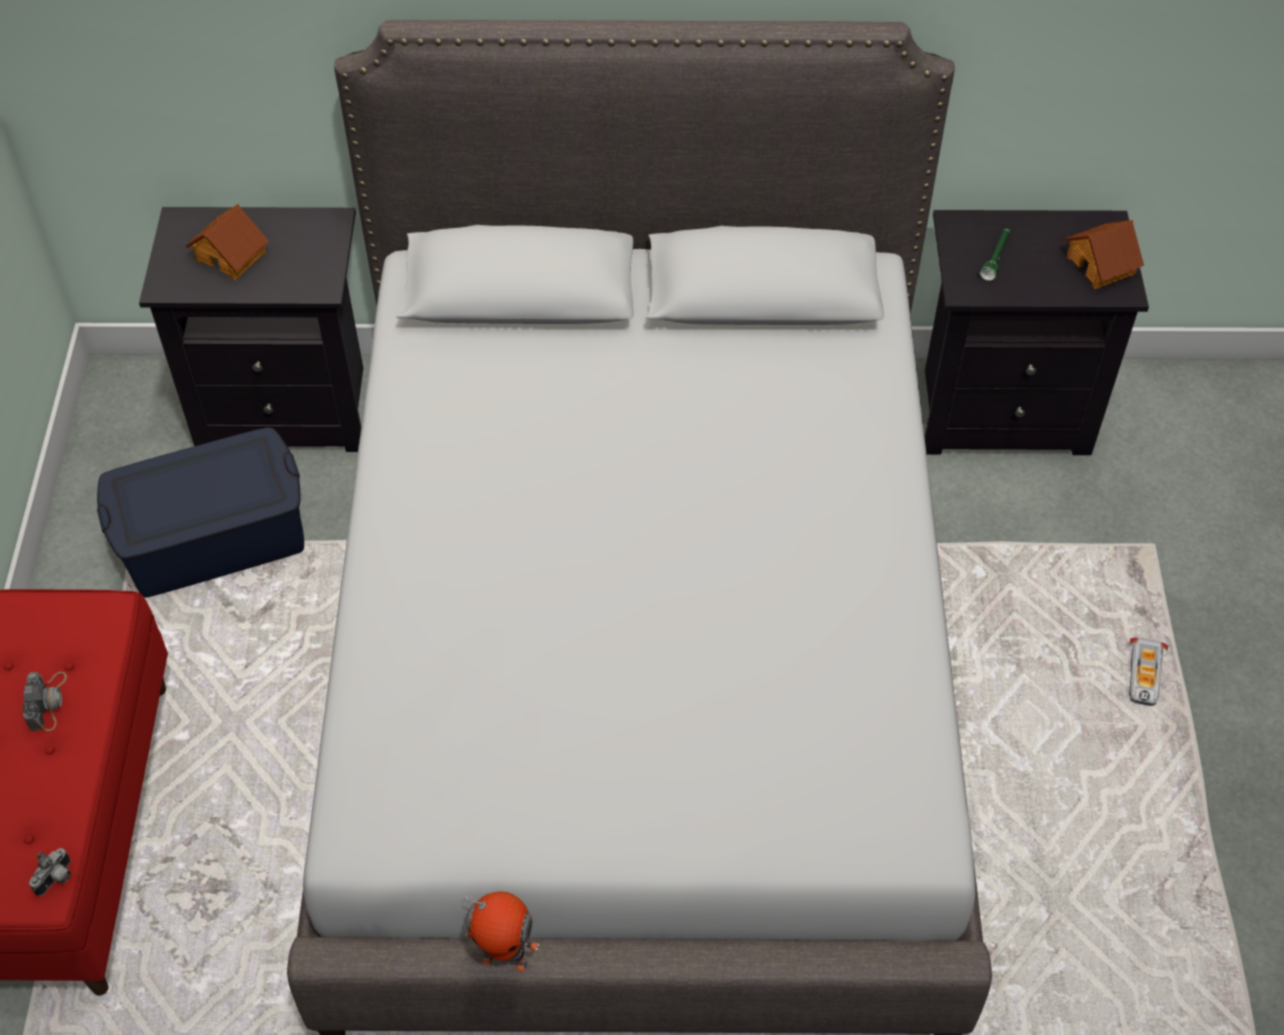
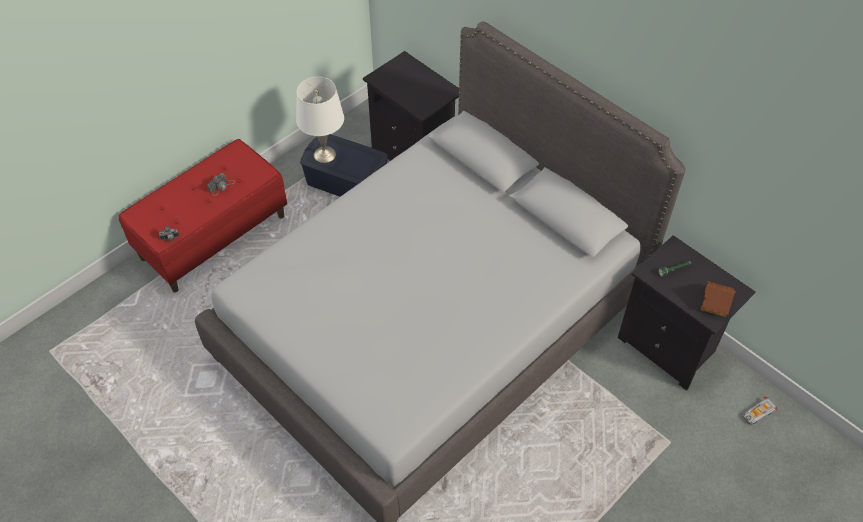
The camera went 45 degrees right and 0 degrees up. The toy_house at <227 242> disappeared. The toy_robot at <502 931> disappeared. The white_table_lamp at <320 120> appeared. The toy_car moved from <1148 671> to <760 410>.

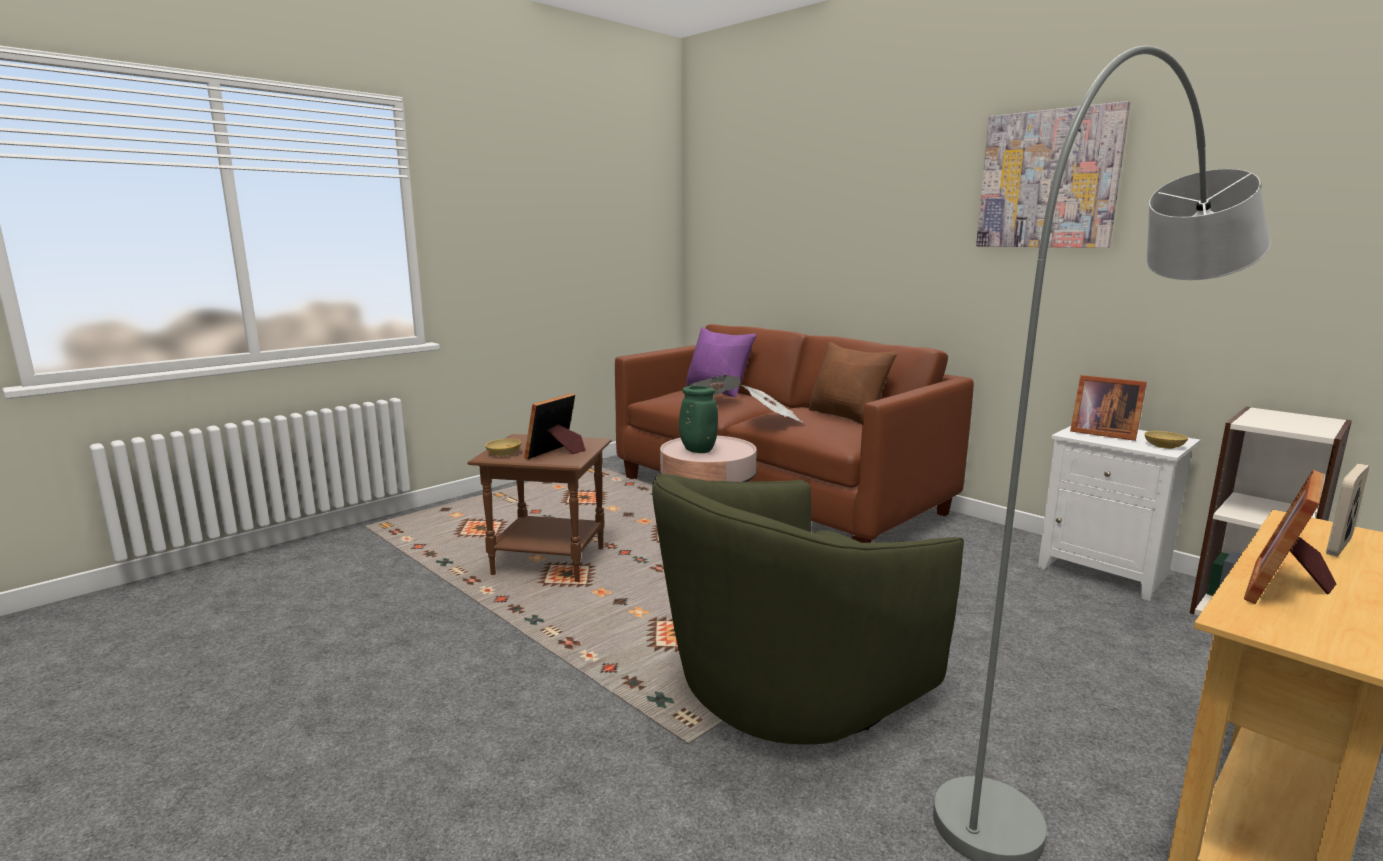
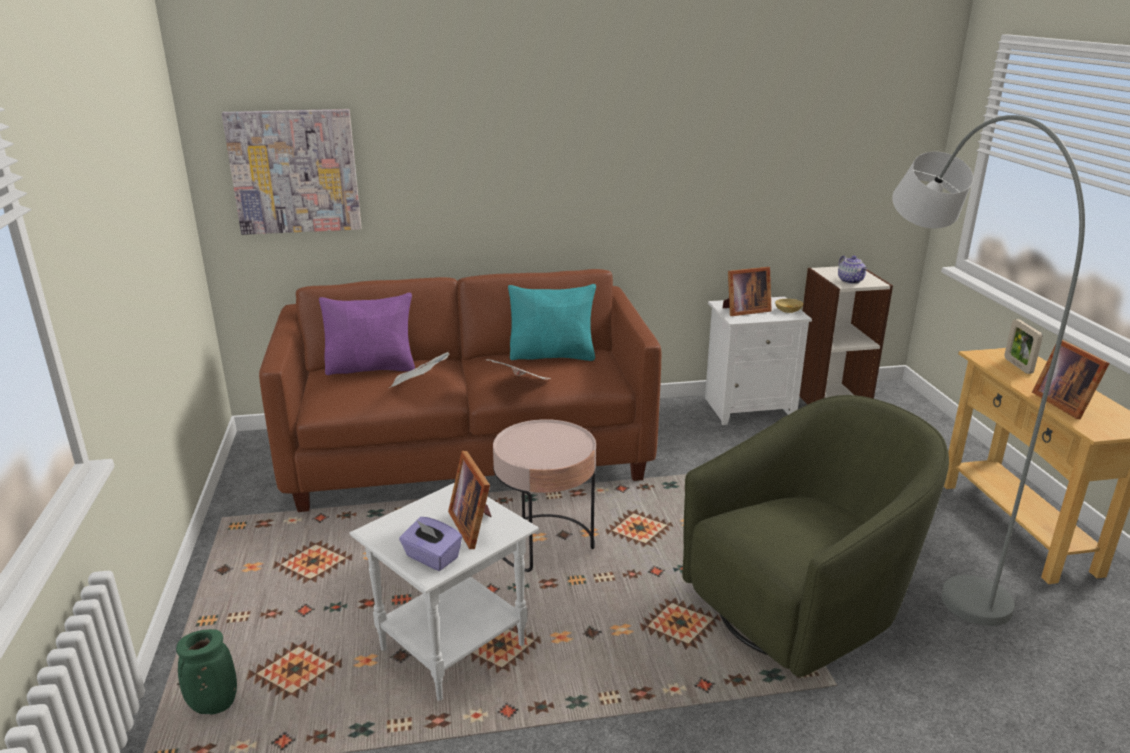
The camera went 55 degrees left and 10 degrees up. The teapot at <852 270> appeared. The green_vase moved from <698 419> to <206 671>. The picture moved from <1053 174> to <292 172>. The beige_bowl at <503 447> was replaced by the purple_tissue_box at <430 544>. The brown_side_table at <539 508> became the white_side_table at <444 592>. The brown_pillow at <853 383> became the turquoise_pillow at <552 322>. The green_armchair at <808 609> turned 120 degrees counterclockwise.

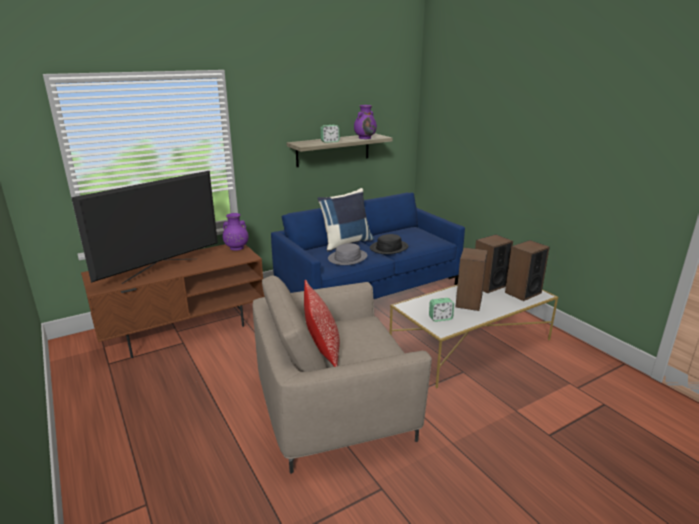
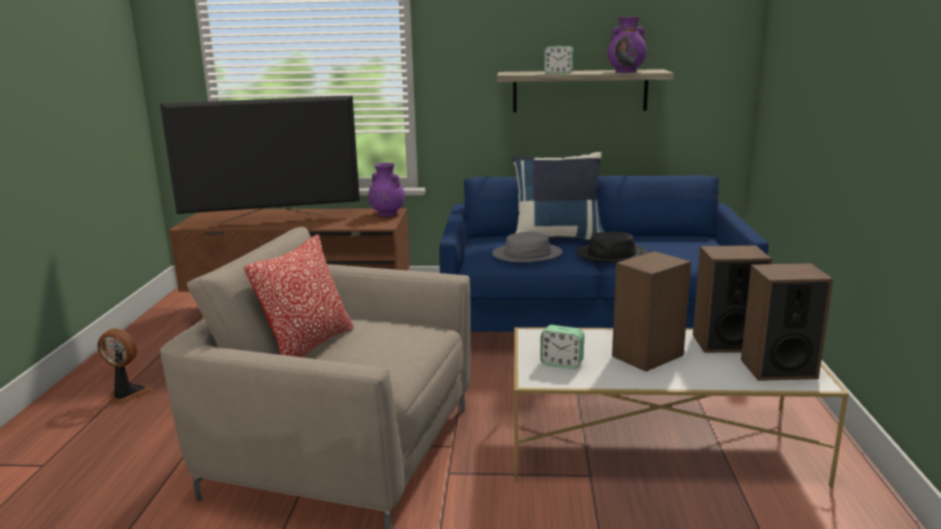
The camera went 35 degrees right and 5 degrees down. The fan at <125 366> appeared.

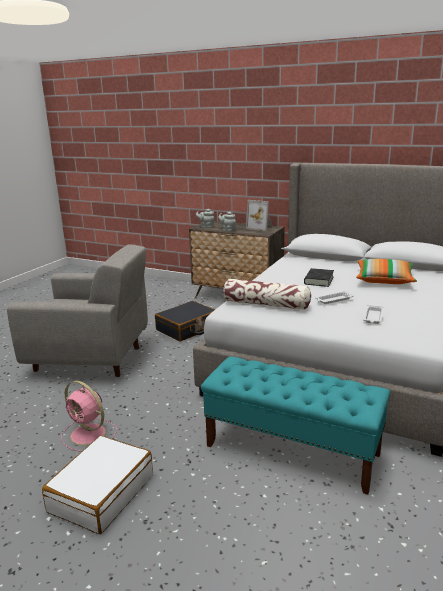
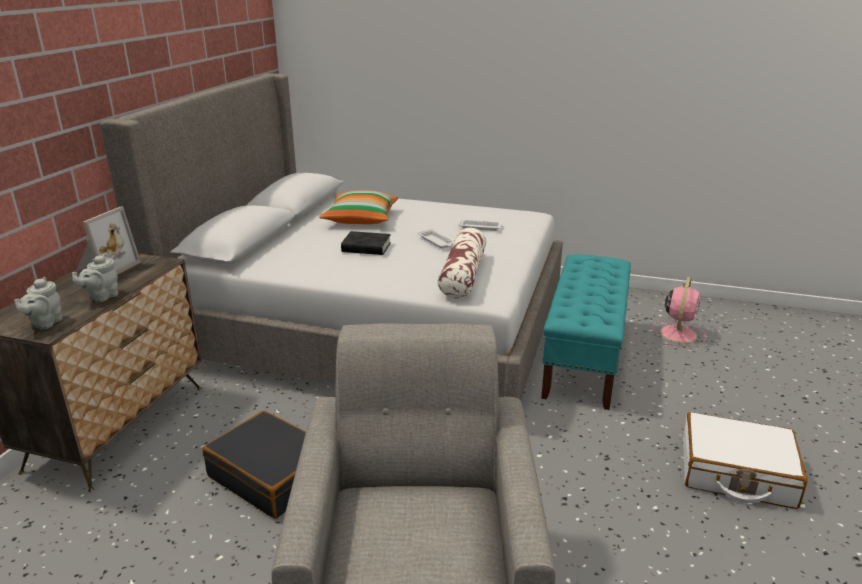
The camera went 100 degrees left and 5 degrees up. The pink_fan moved from <89 416> to <679 312>.

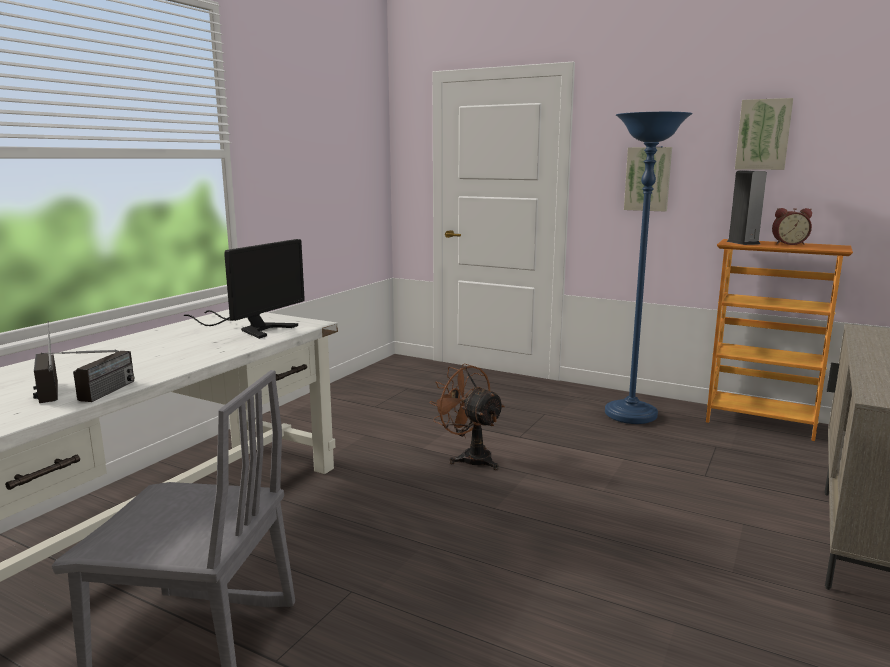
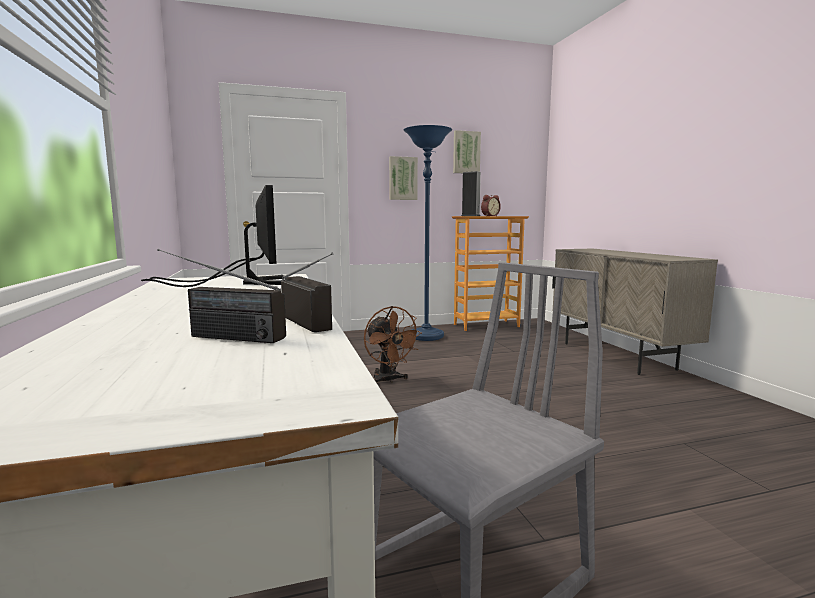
The camera went 45 degrees left and 5 degrees down. The brown_fan at <467 416> turned 120 degrees counterclockwise.

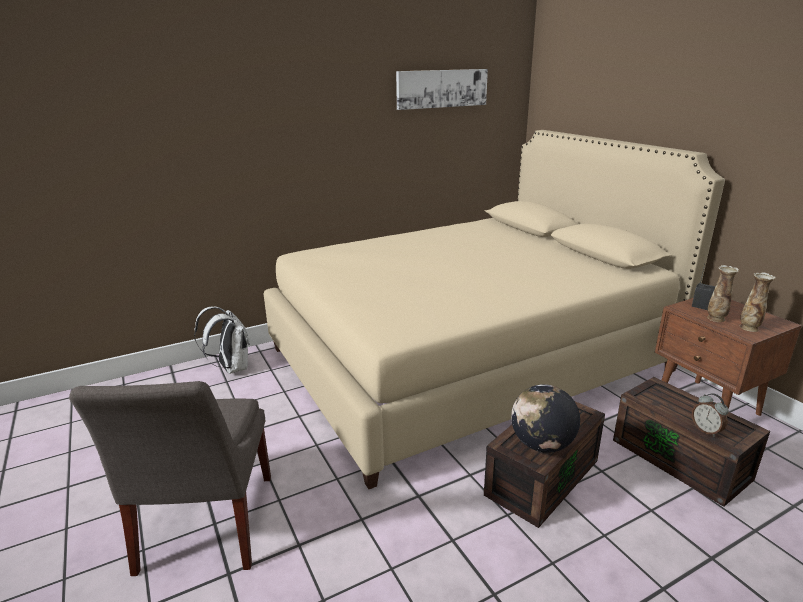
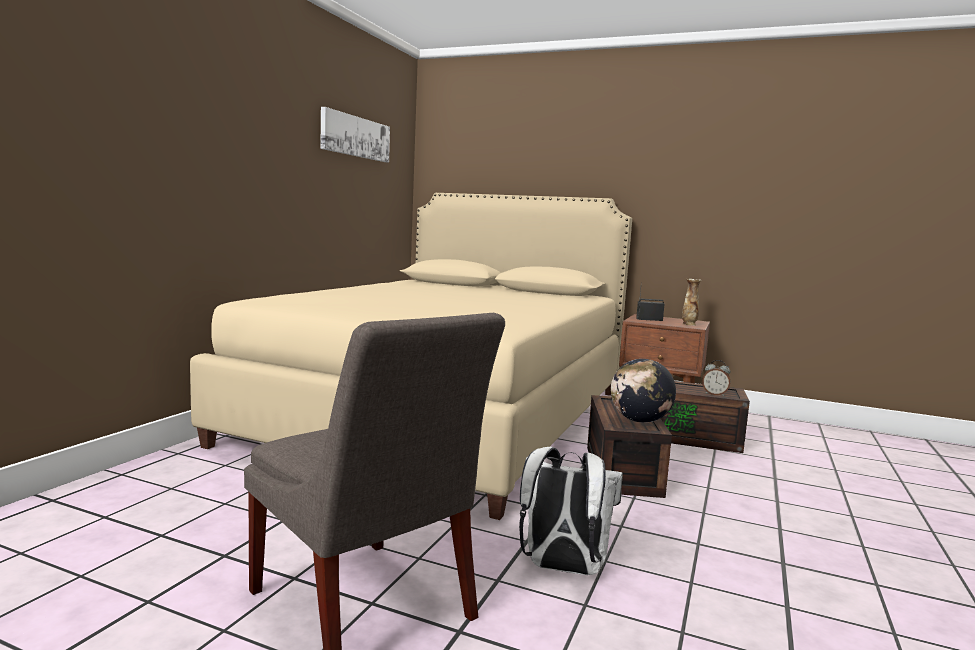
The camera went 40 degrees left and 15 degrees down. The vase at <723 293> disappeared. The white_backpack moved from <222 340> to <571 511>.

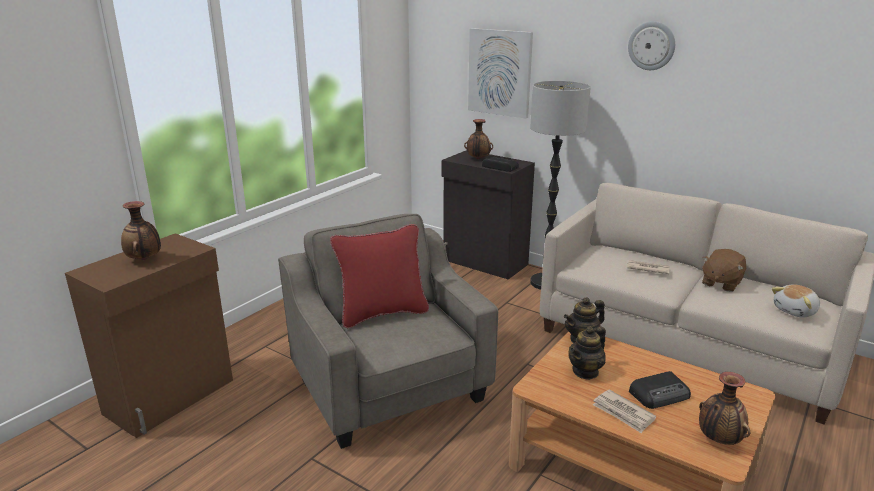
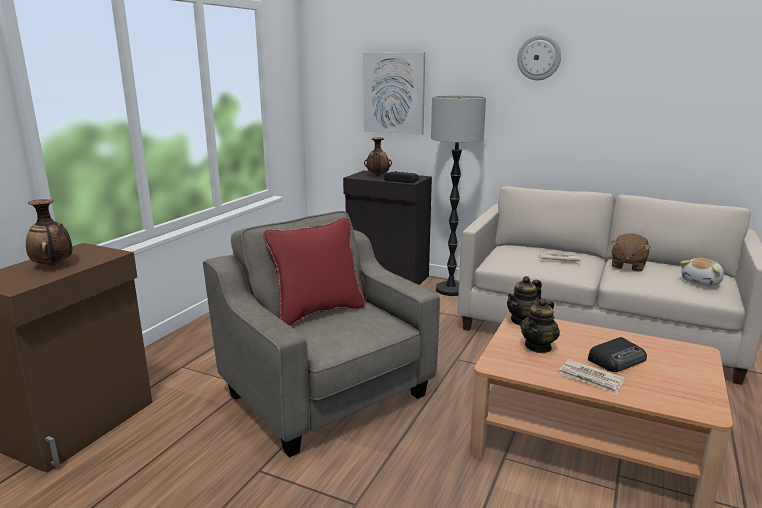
The camera went 10 degrees left and 5 degrees down. The vase at <724 408> disappeared.

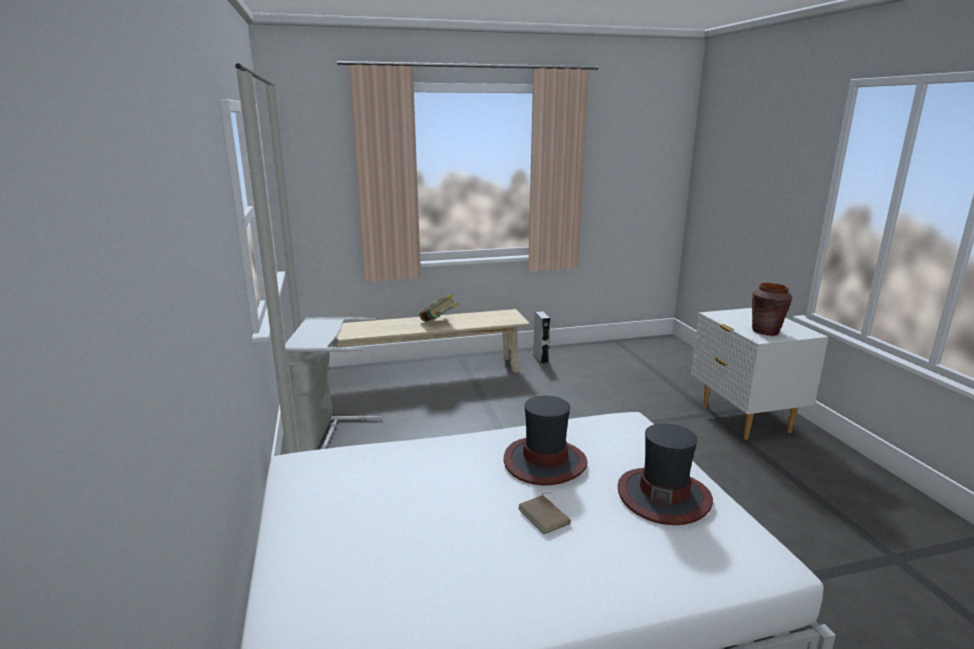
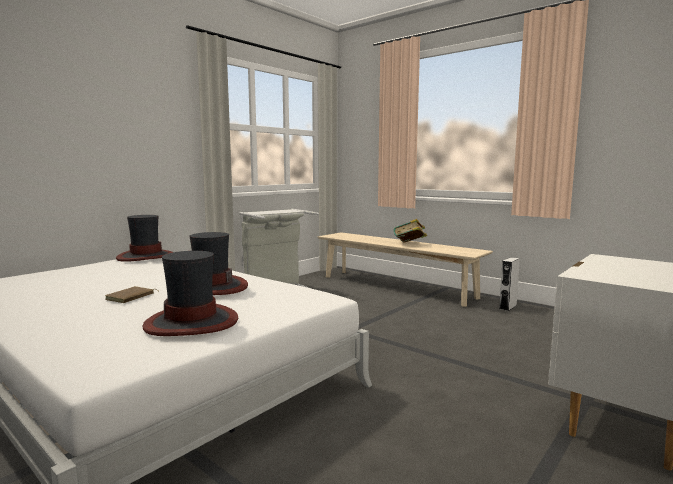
The camera went 55 degrees right and 10 degrees down. The brown_vase at <772 309> disappeared. The hat at <144 238> appeared.

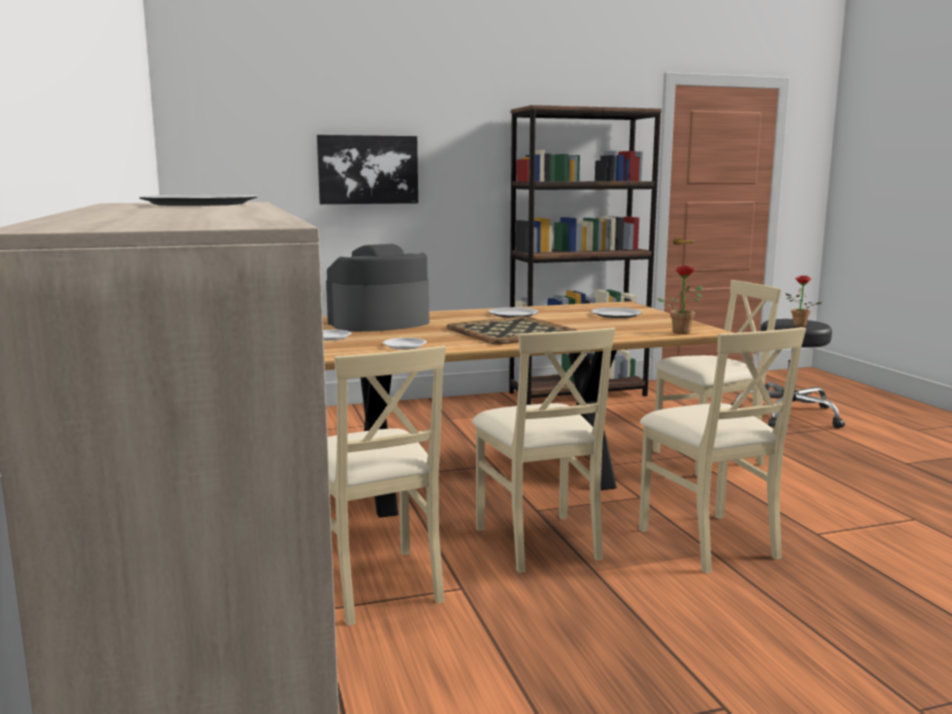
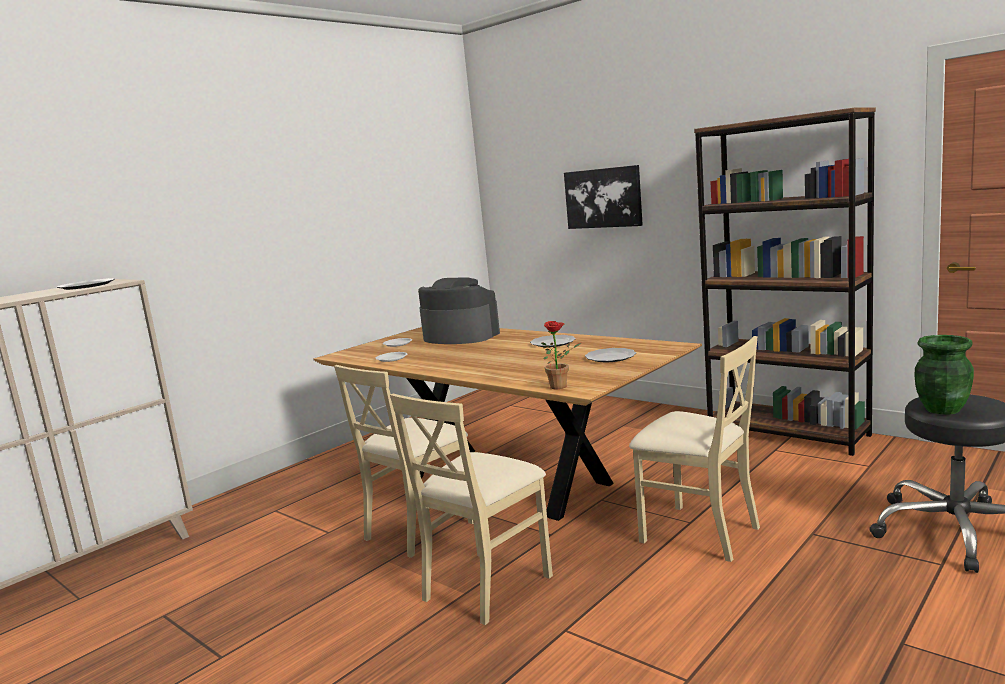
The camera went 60 degrees right and 0 degrees up. The beige_chair at <387 485> disappeared. The tray at <512 330> disappeared. The potted_plant at <803 301> was replaced by the green_vase at <944 375>.

